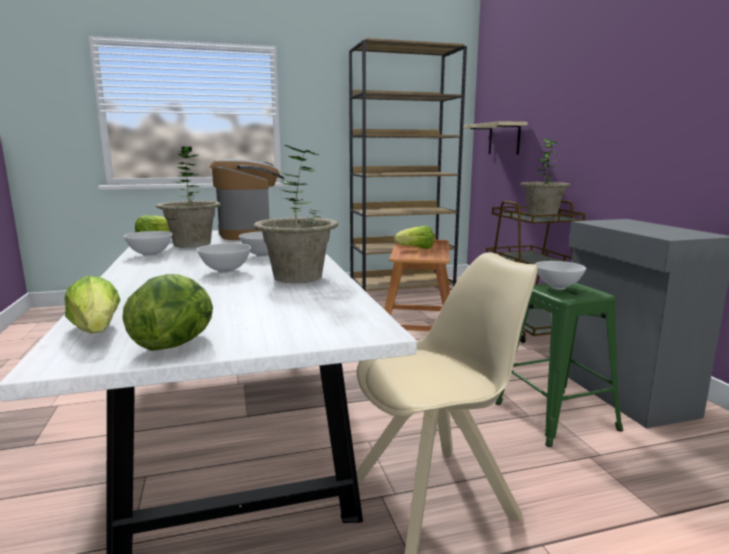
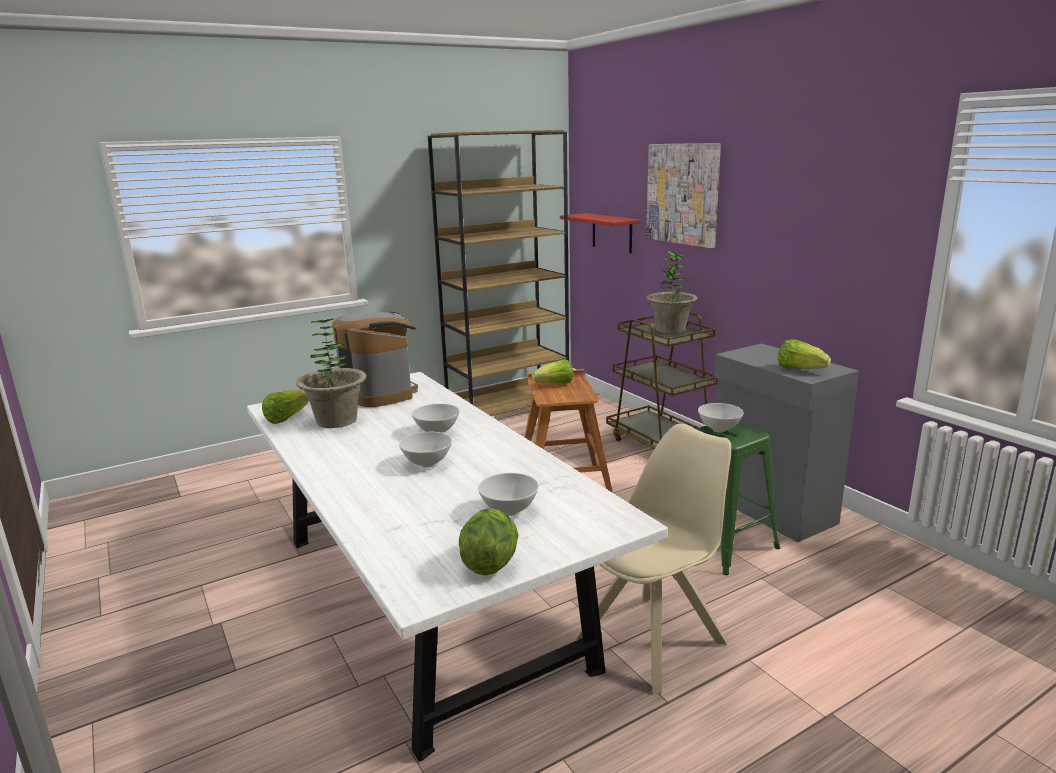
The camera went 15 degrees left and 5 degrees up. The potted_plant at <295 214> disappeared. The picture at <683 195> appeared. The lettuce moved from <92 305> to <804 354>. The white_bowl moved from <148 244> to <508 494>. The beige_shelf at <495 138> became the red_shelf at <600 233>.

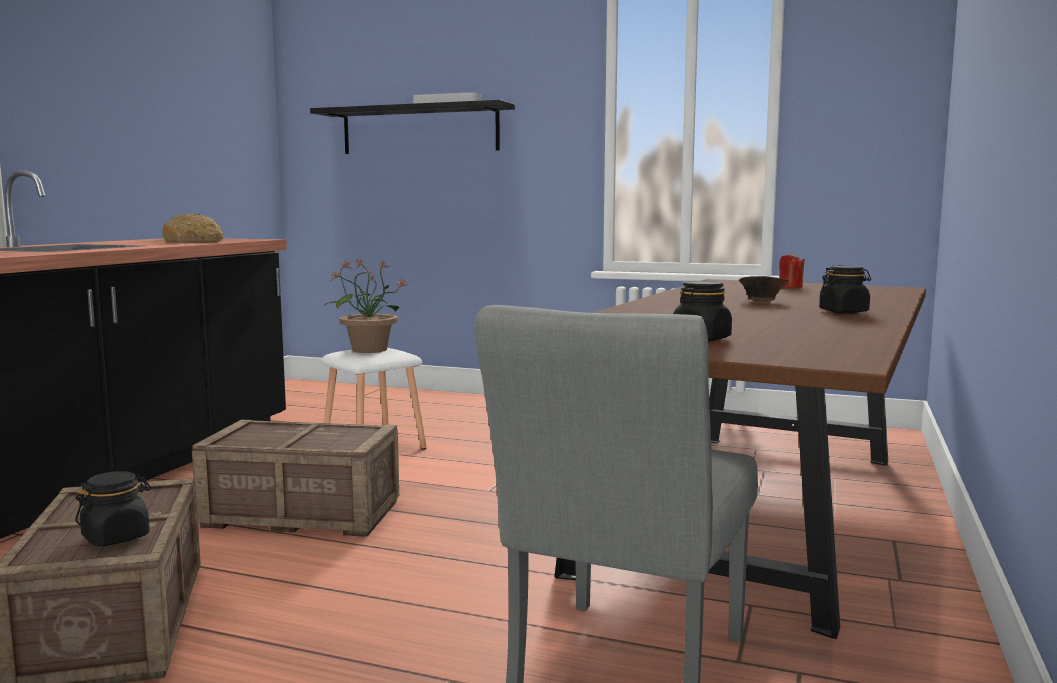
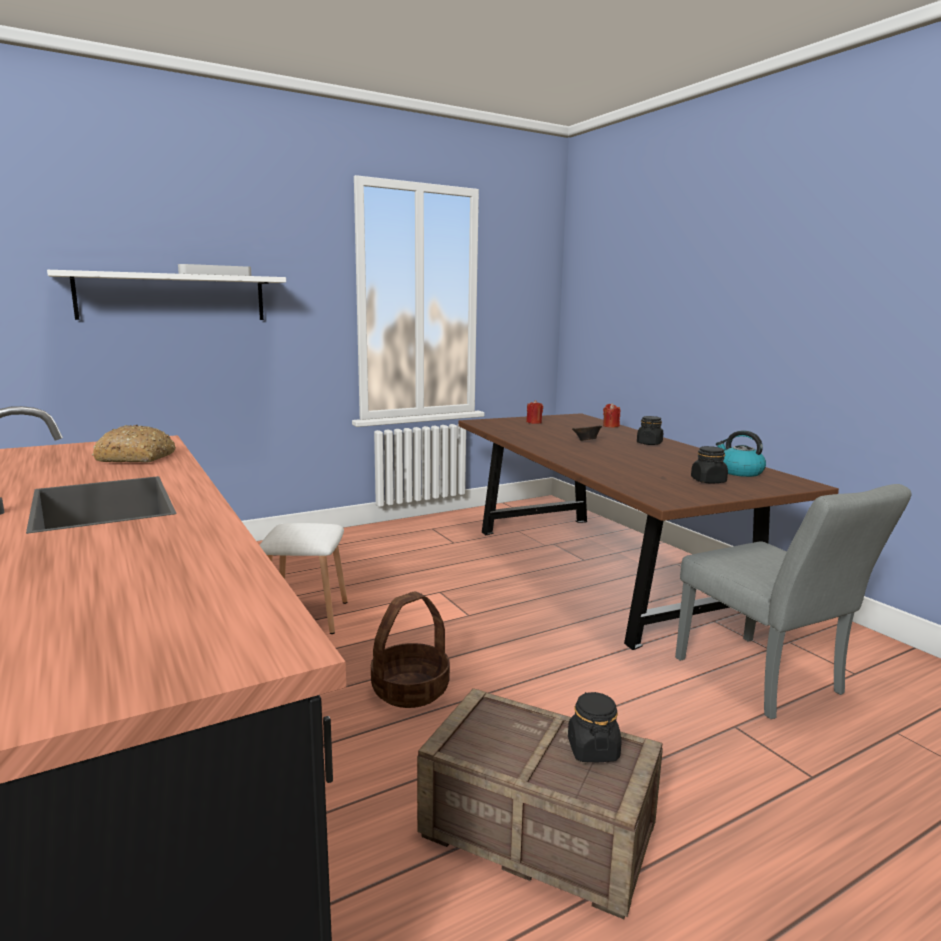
The camera went 50 degrees left and 5 degrees up. The potted_plant at <365 306> disappeared. The red_candle at <611 415> appeared. The kettle at <741 453> appeared. The crate at <295 478> was replaced by the basket at <410 649>. The black_shelf at <412 127> became the white_shelf at <166 295>.

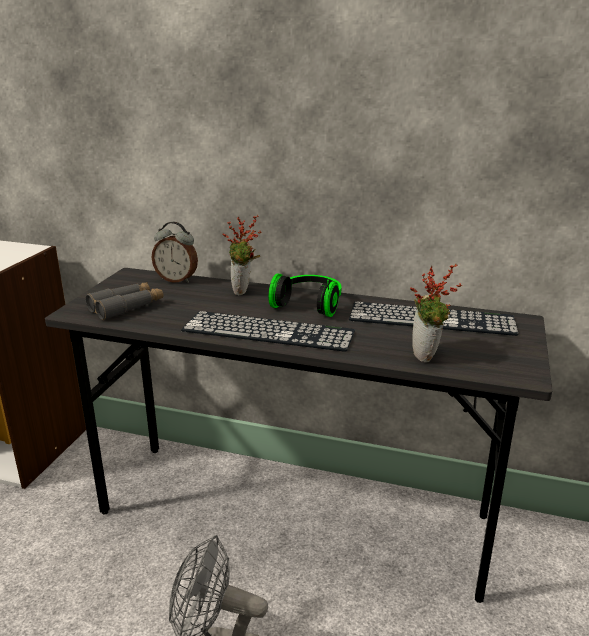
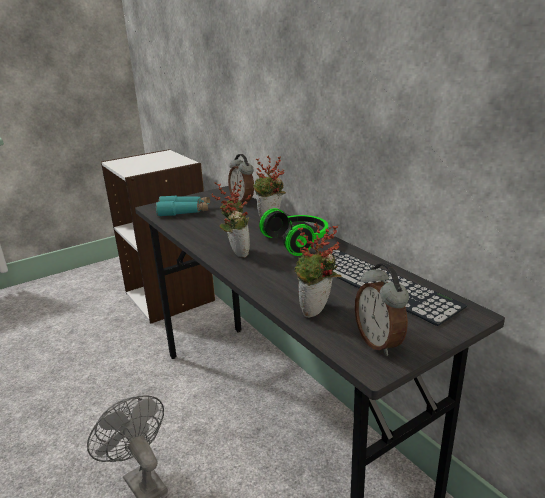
The camera went 40 degrees right and 0 degrees up. The alarm_clock at <382 309> appeared. The keyboard at <268 331> was replaced by the potted_plant at <231 219>. The grey_binoculars at <124 301> became the turquoise_binoculars at <183 206>.

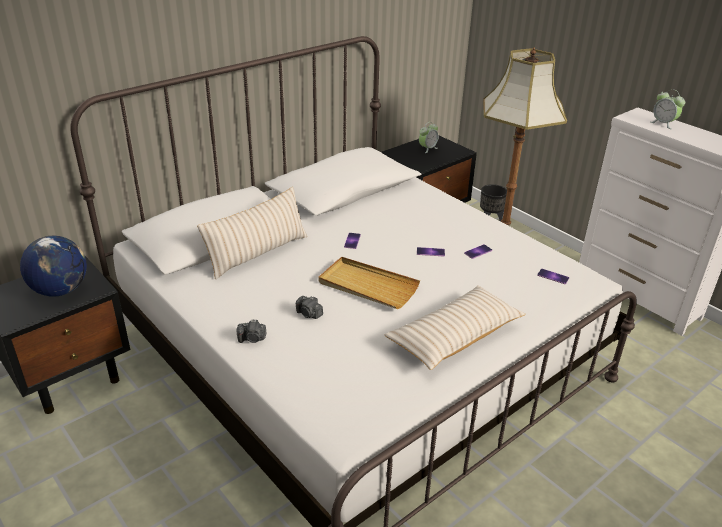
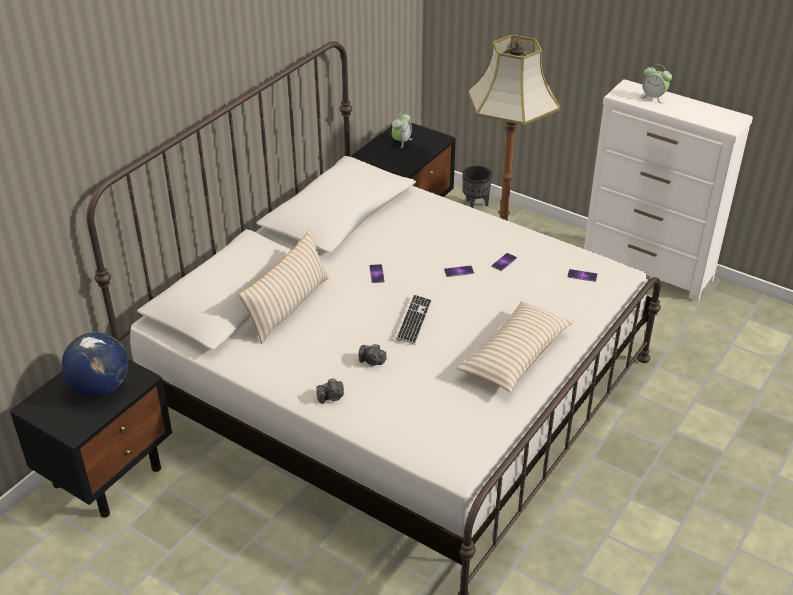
The camera went 15 degrees left and 5 degrees up. The beige_tray at <369 283> was replaced by the keyboard at <413 319>.

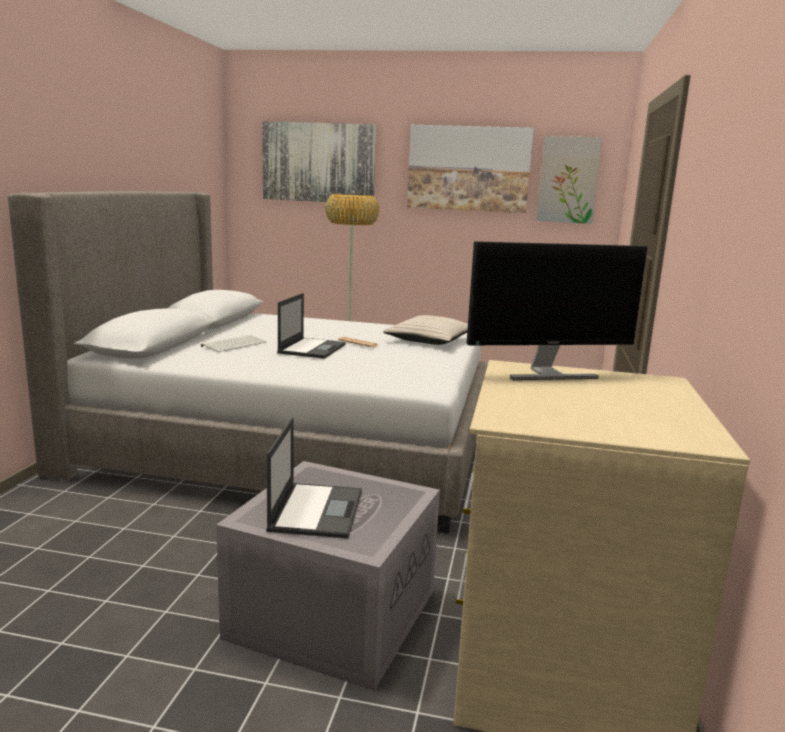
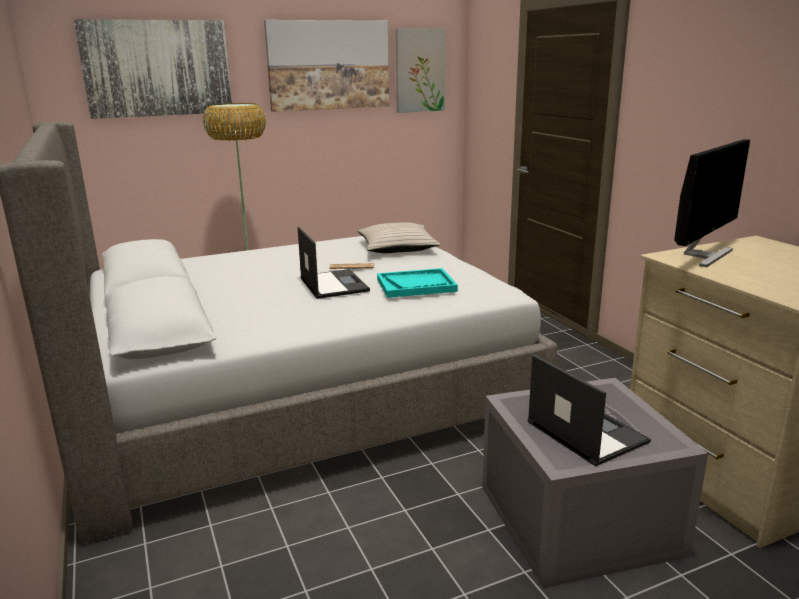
The camera went 35 degrees left and 5 degrees up. The keyboard at <234 343> disappeared. The turquoise_tray at <417 283> appeared.

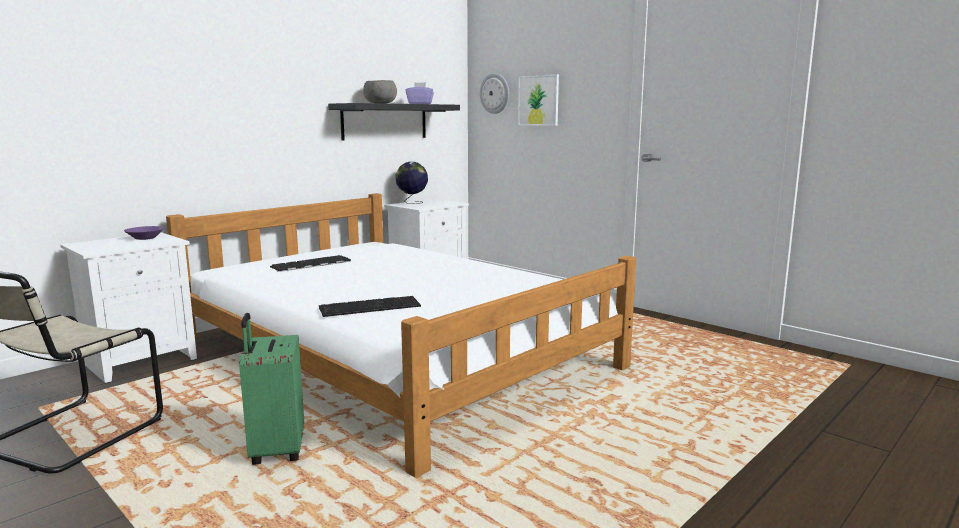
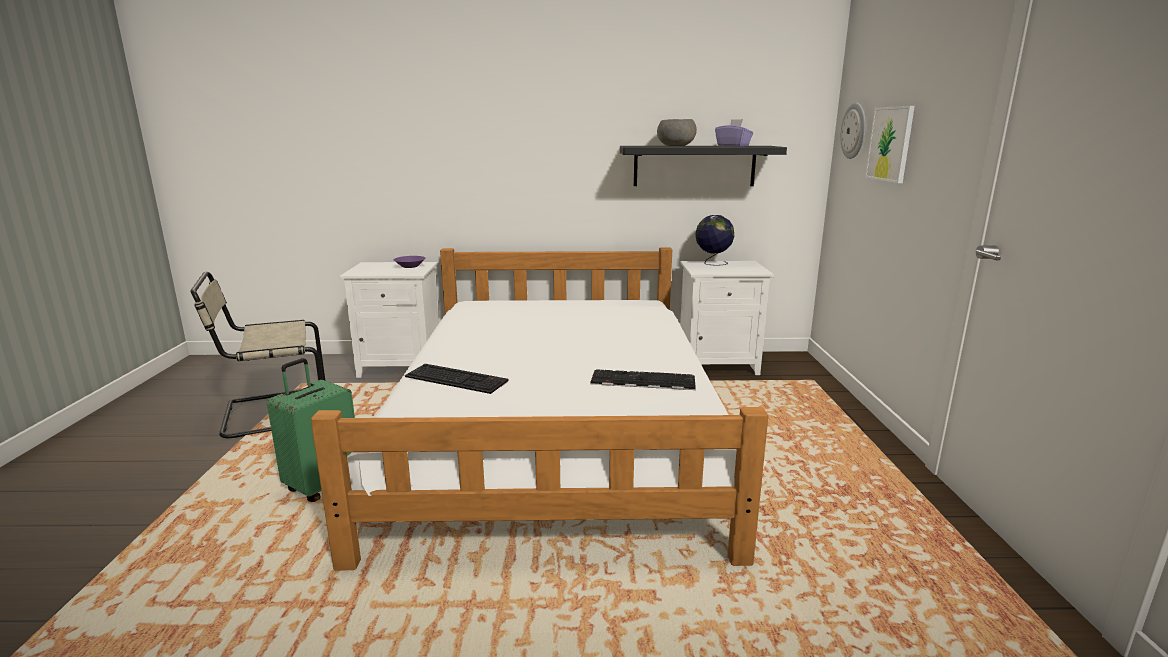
The camera went 45 degrees right and 5 degrees up. The keyboard moved from <310 263> to <643 379>.

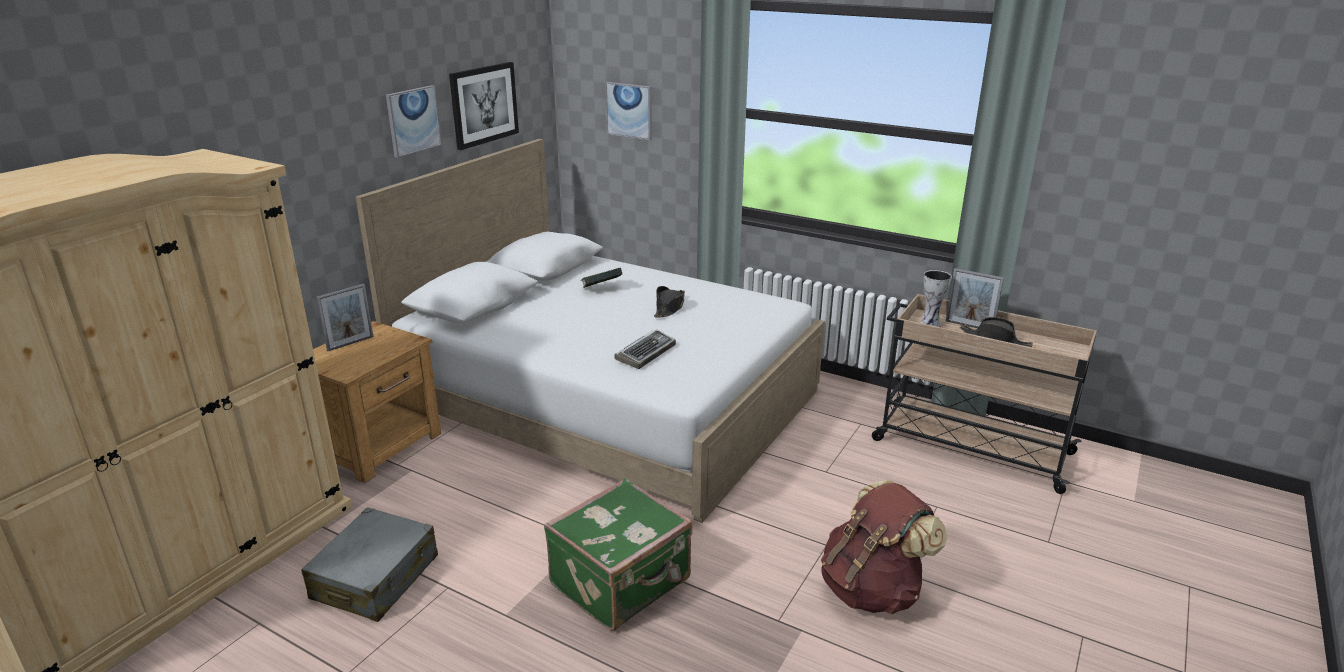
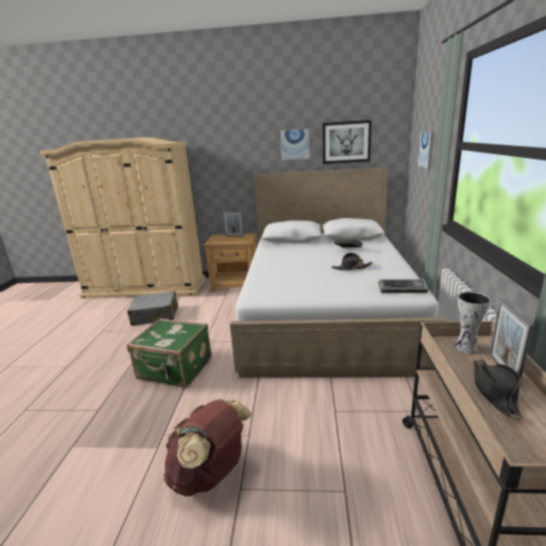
The camera went 65 degrees right and 5 degrees down. The keyboard moved from <645 349> to <403 286>.

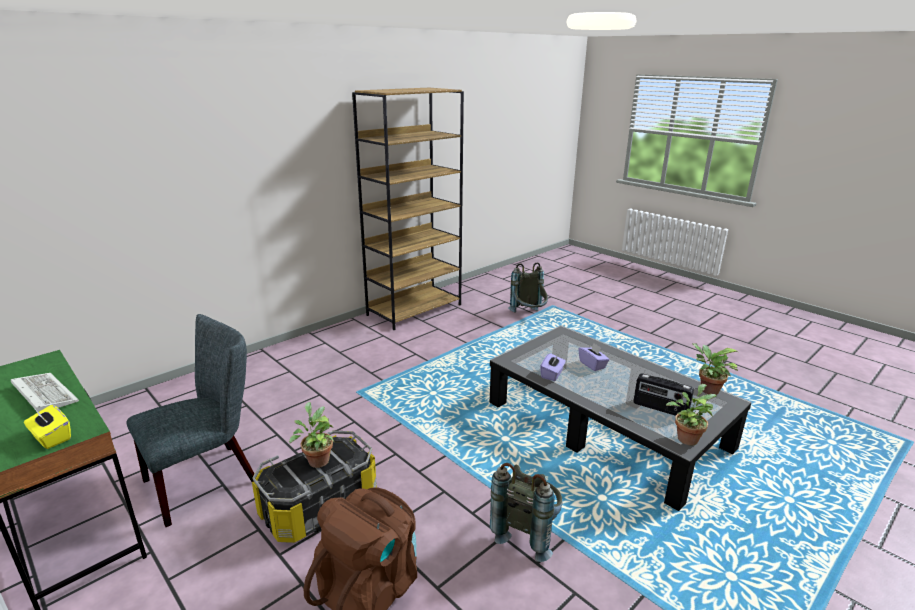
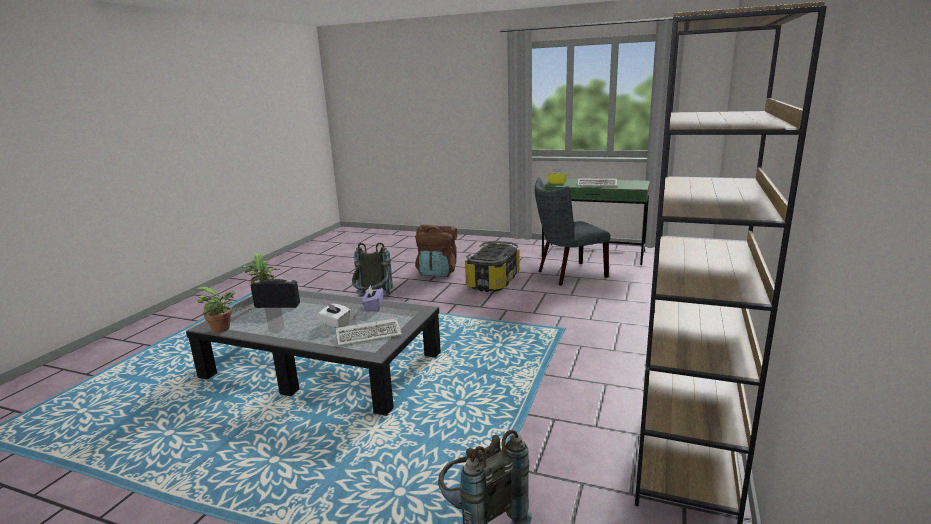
The camera went 155 degrees right and 5 degrees down. The potted_plant at <312 435> disappeared. The keyboard at <368 332> appeared. The purple_tissue_box at <594 357> became the white_tissue_box at <334 315>. The grey_chair at <190 420> turned 45 degrees clockwise.

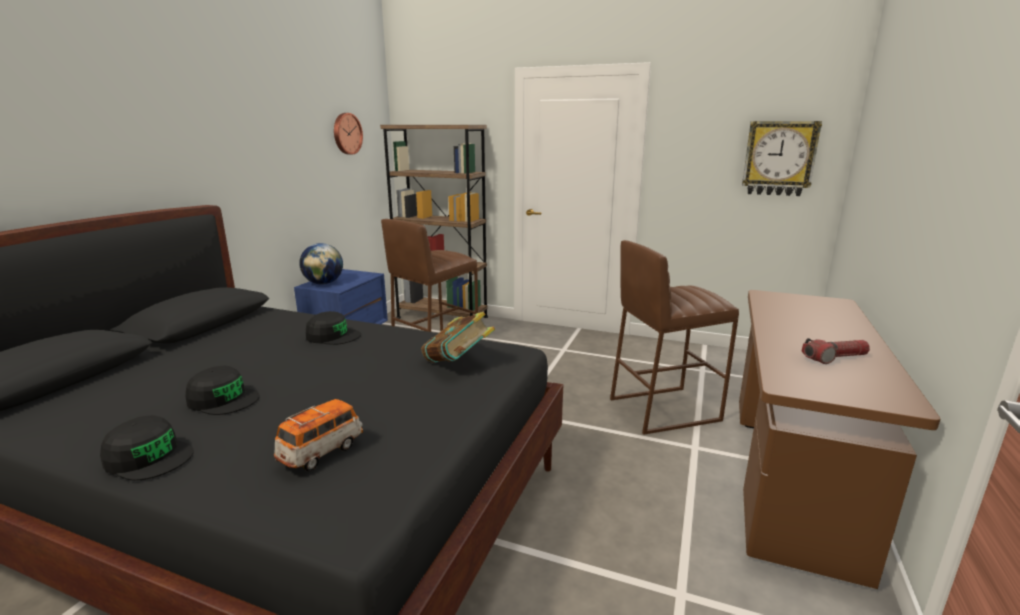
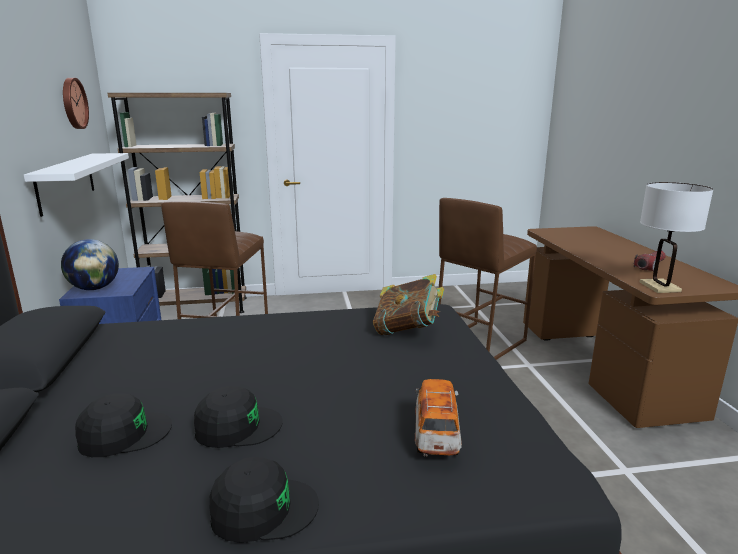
The camera went 30 degrees left and 0 degrees up. The wall_clock at <782 158> disappeared. The white_shelf at <76 185> appeared. The white_table_lamp at <676 237> appeared. The black_cap moved from <333 328> to <123 425>.

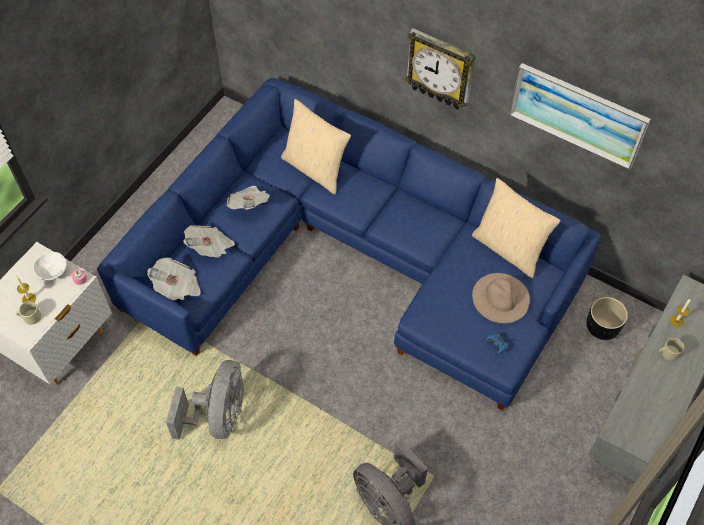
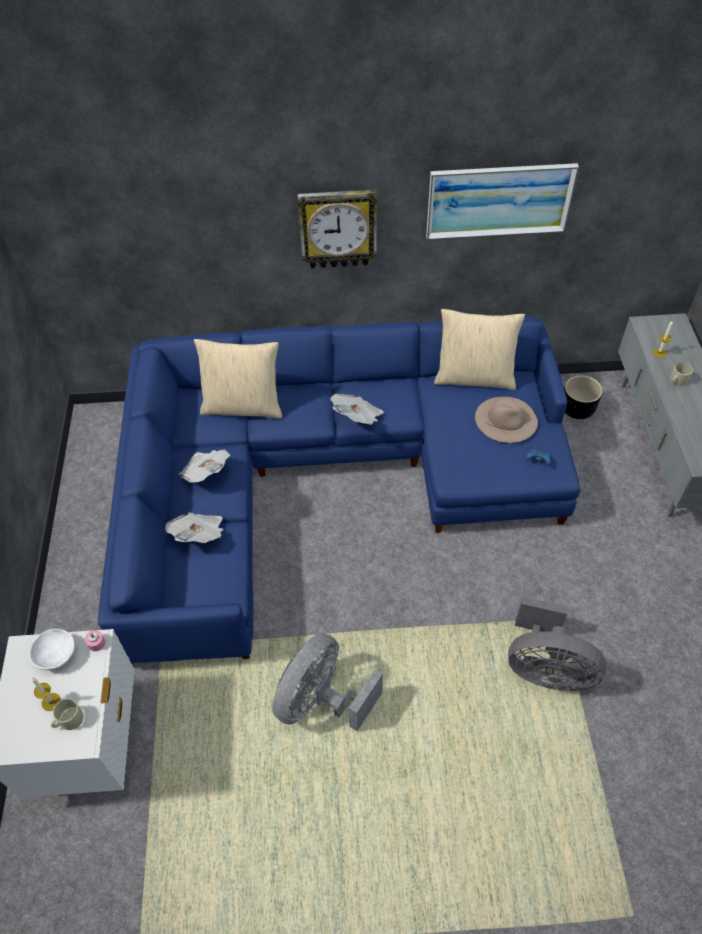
The camera went 35 degrees left and 5 degrees down. The newspaper moved from <174 279> to <357 409>. The grey_fan at <205 400> turned 120 degrees counterclockwise.

